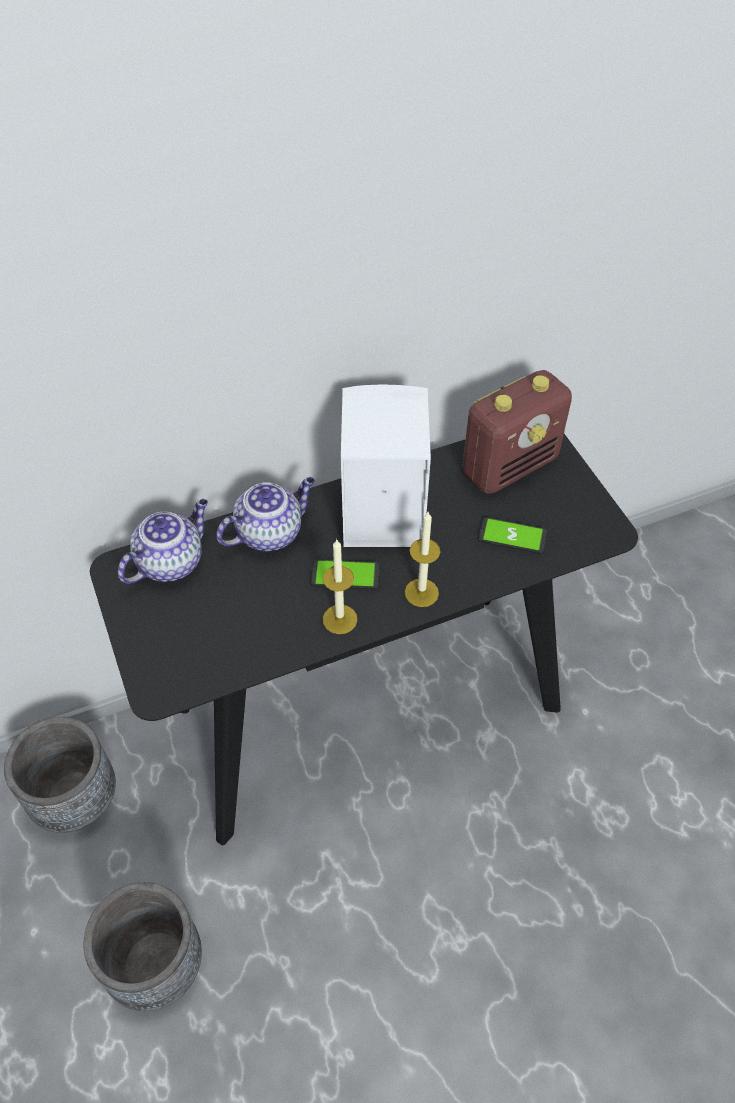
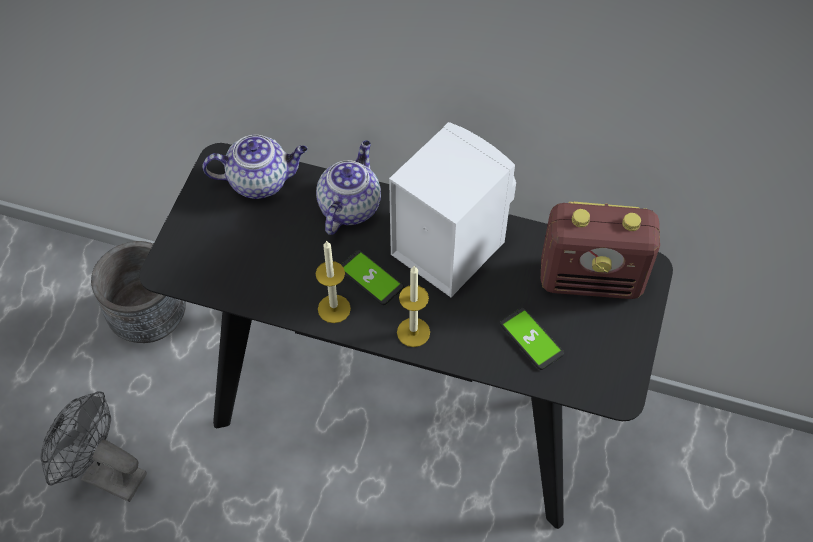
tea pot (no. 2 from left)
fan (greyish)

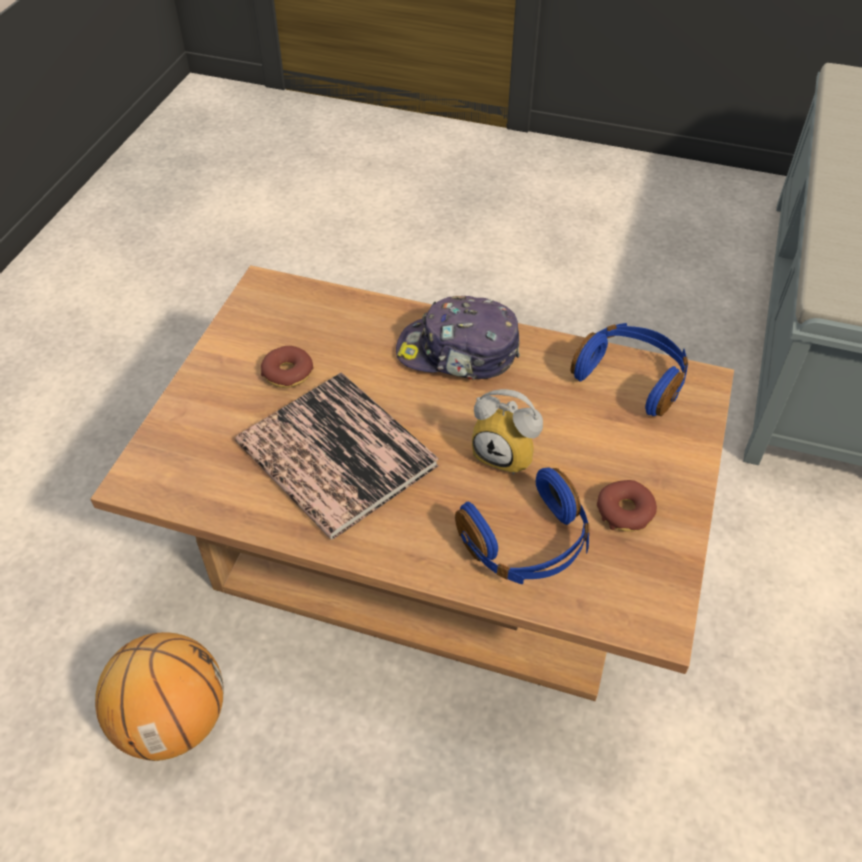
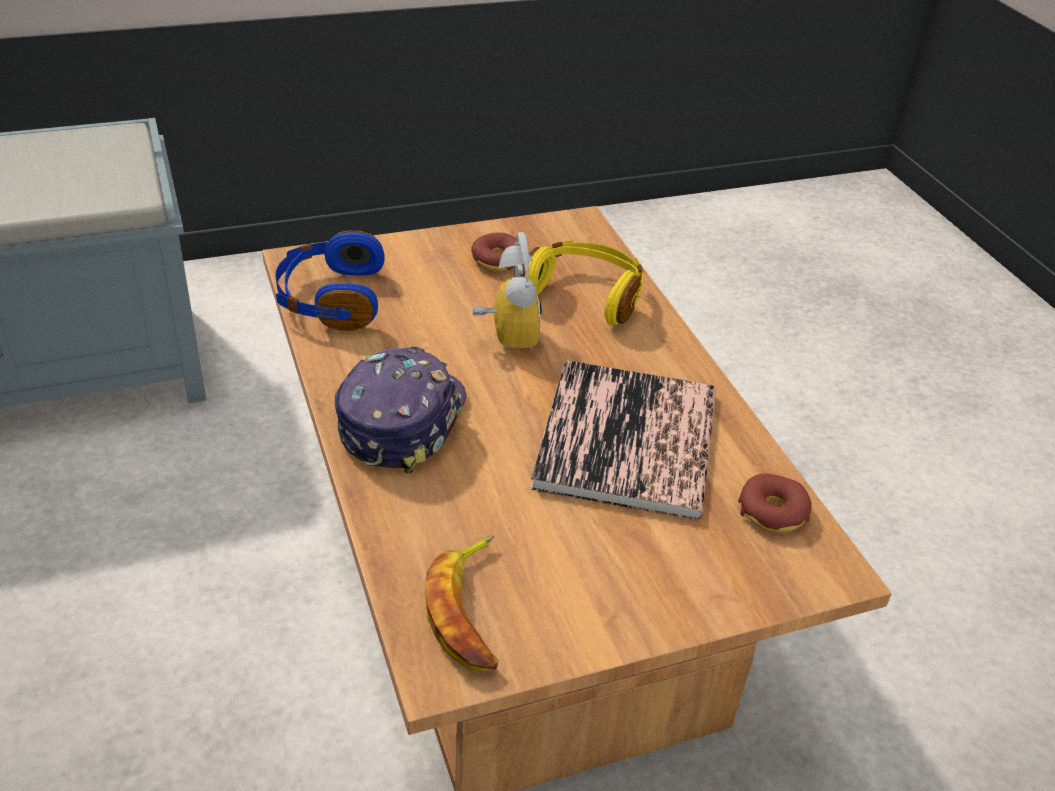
peaked cap
ring doughnut (no. 2 from left)
headphones (yellow-coloured)
ball for basketball
whole banana

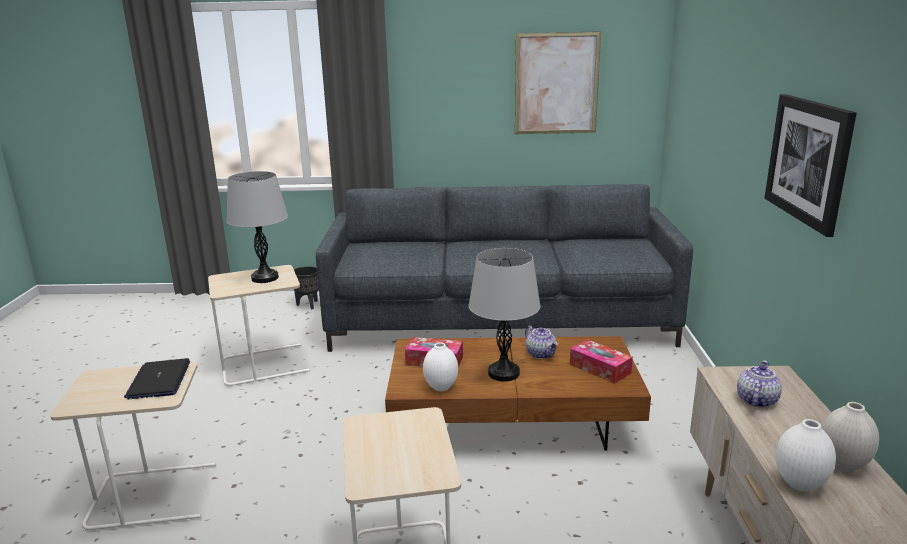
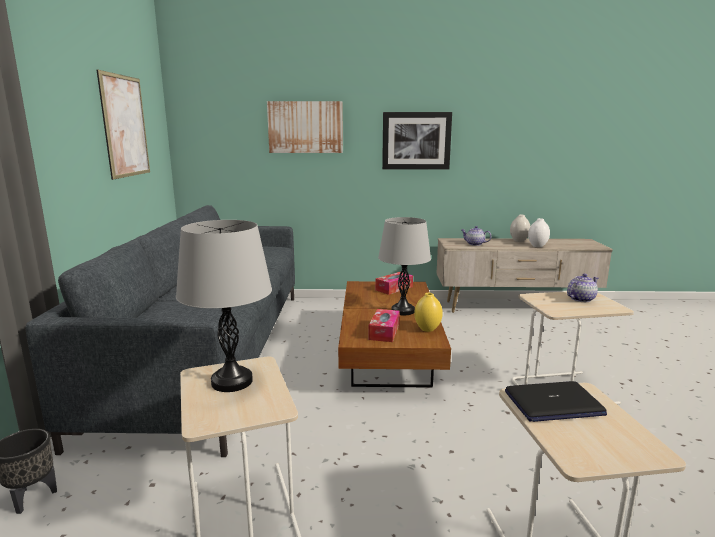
tea pot (no. 2 from left)
vase (yellow-coloured)
wall art (no. 2 from left)

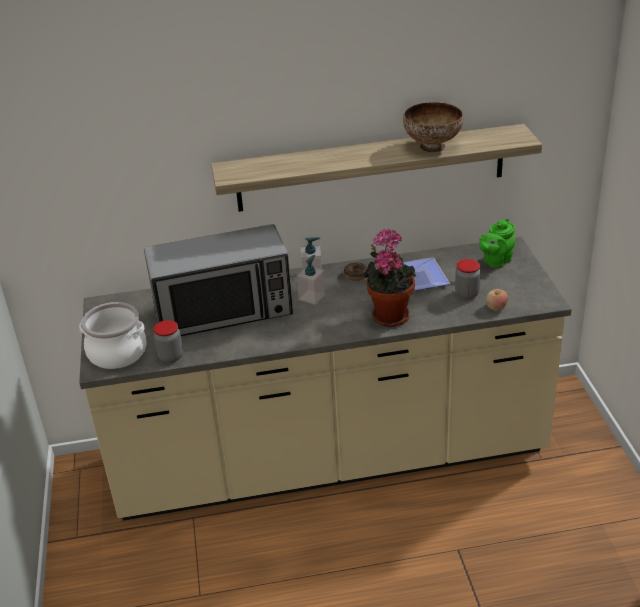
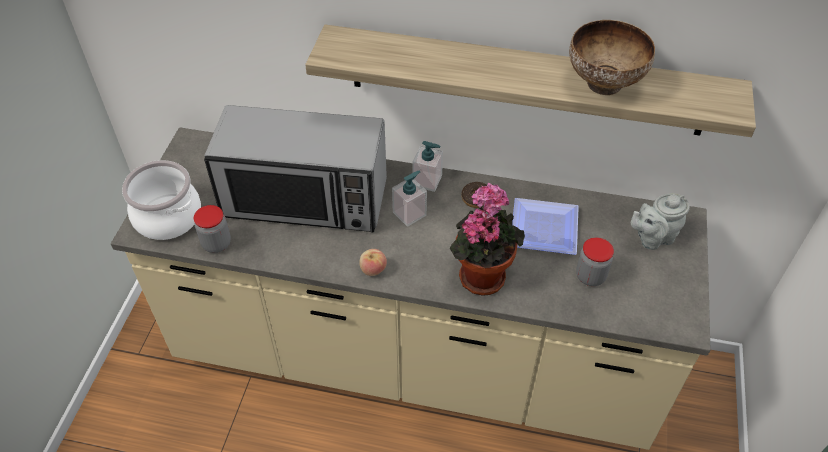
tea pot (greyish)
apple

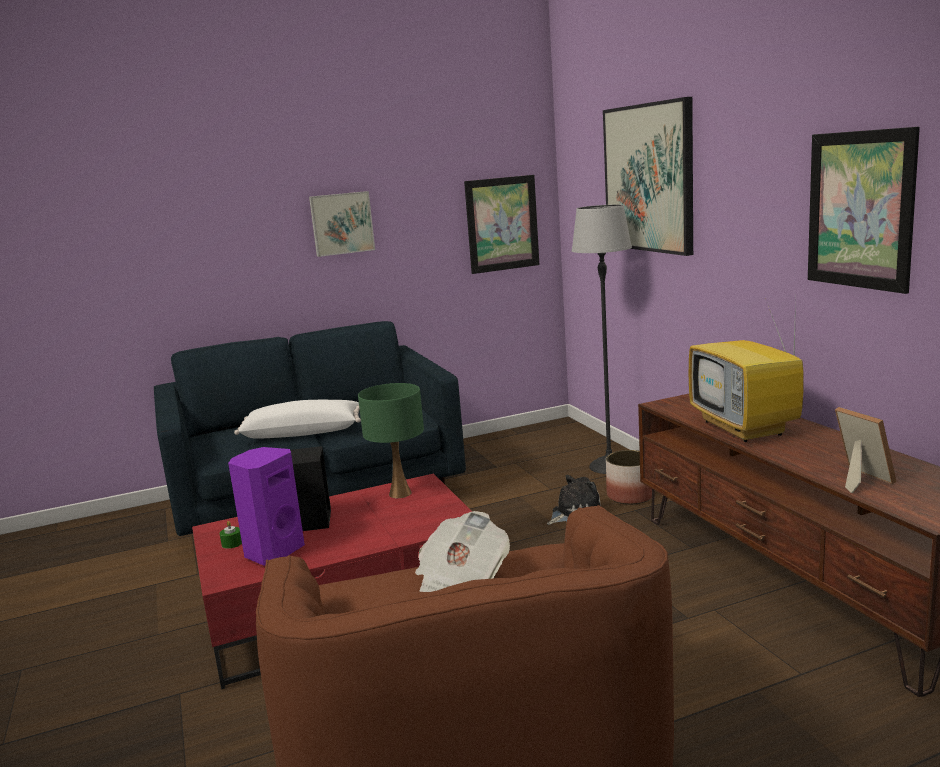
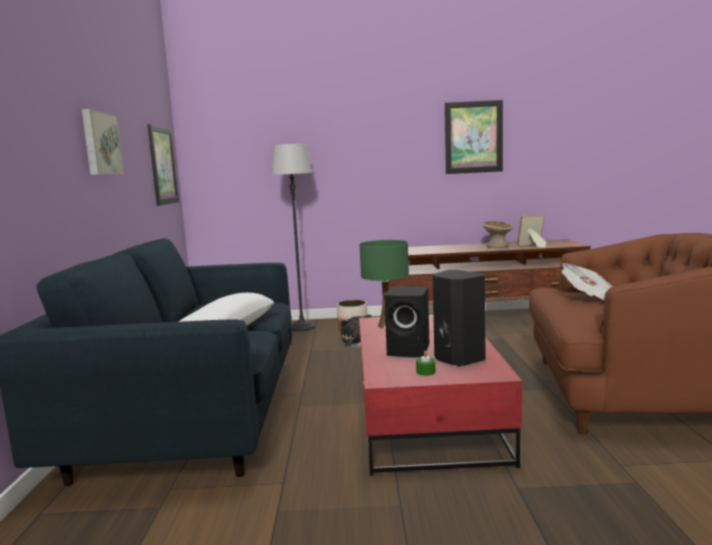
wall art (no. 3 from left in the first image)
television
audio speaker (blackish) (no. 2 from left)
deep dish (beige-coloured)

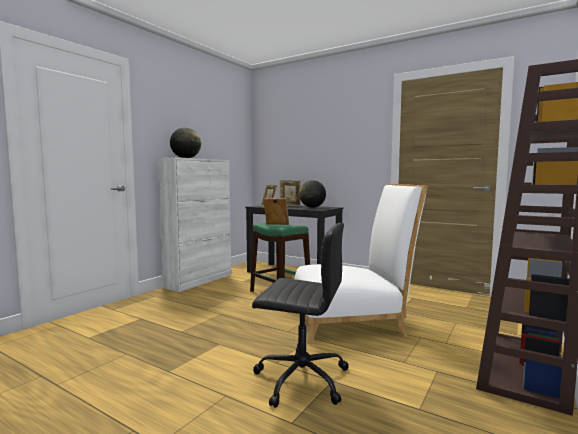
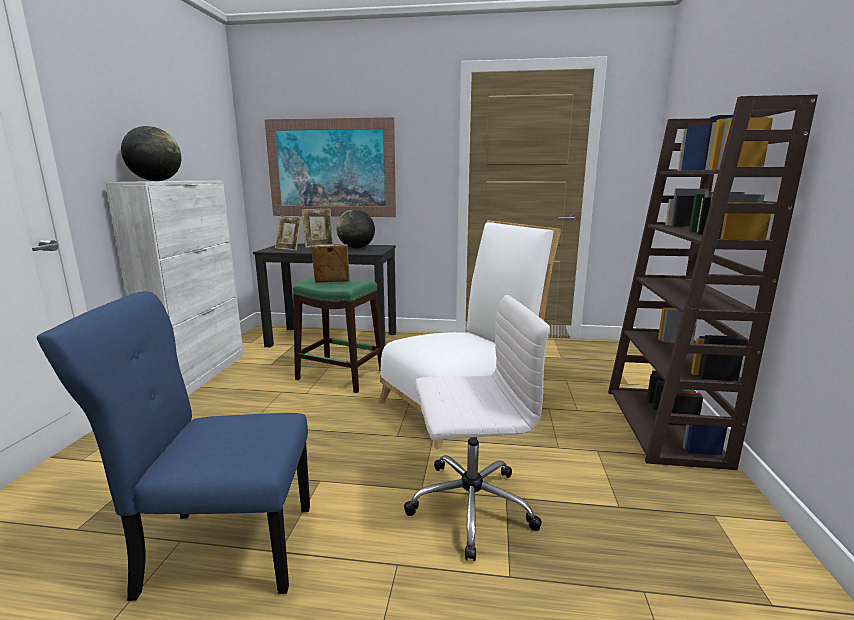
computer chair (white)
wall art
plain chair (bluish)

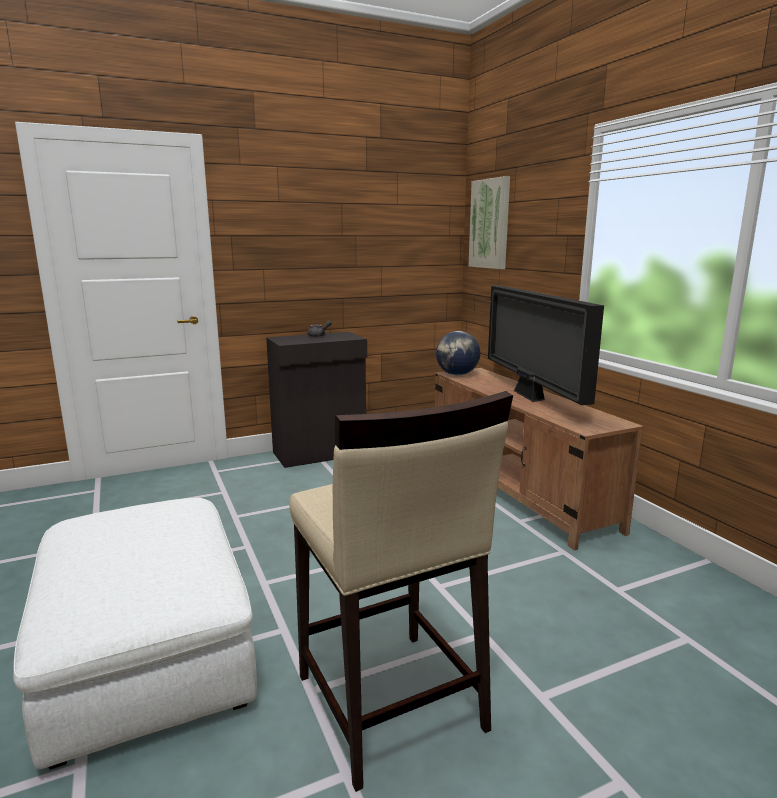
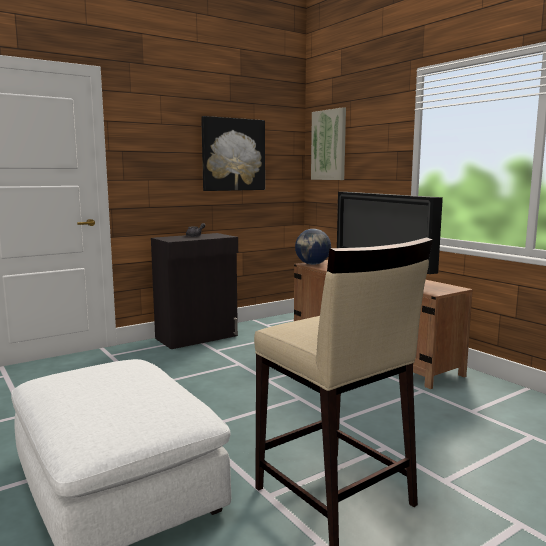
wall art (no. 1 from left)

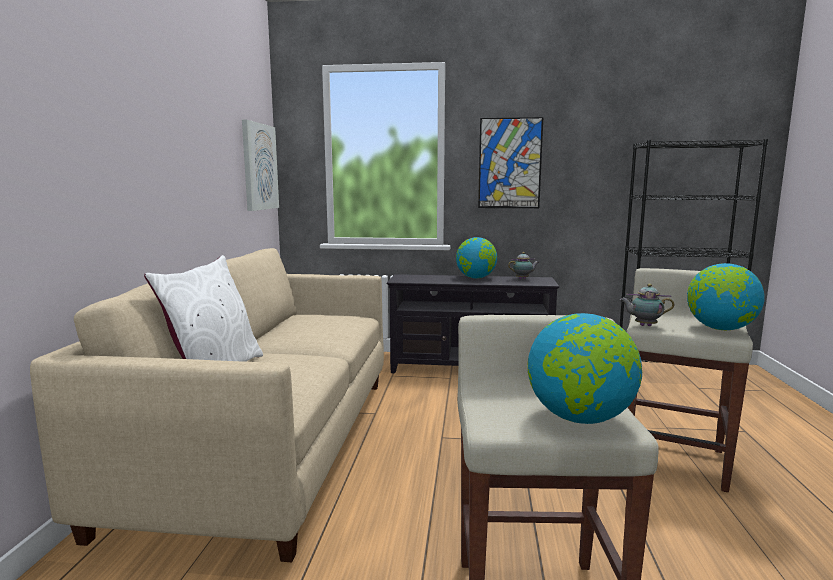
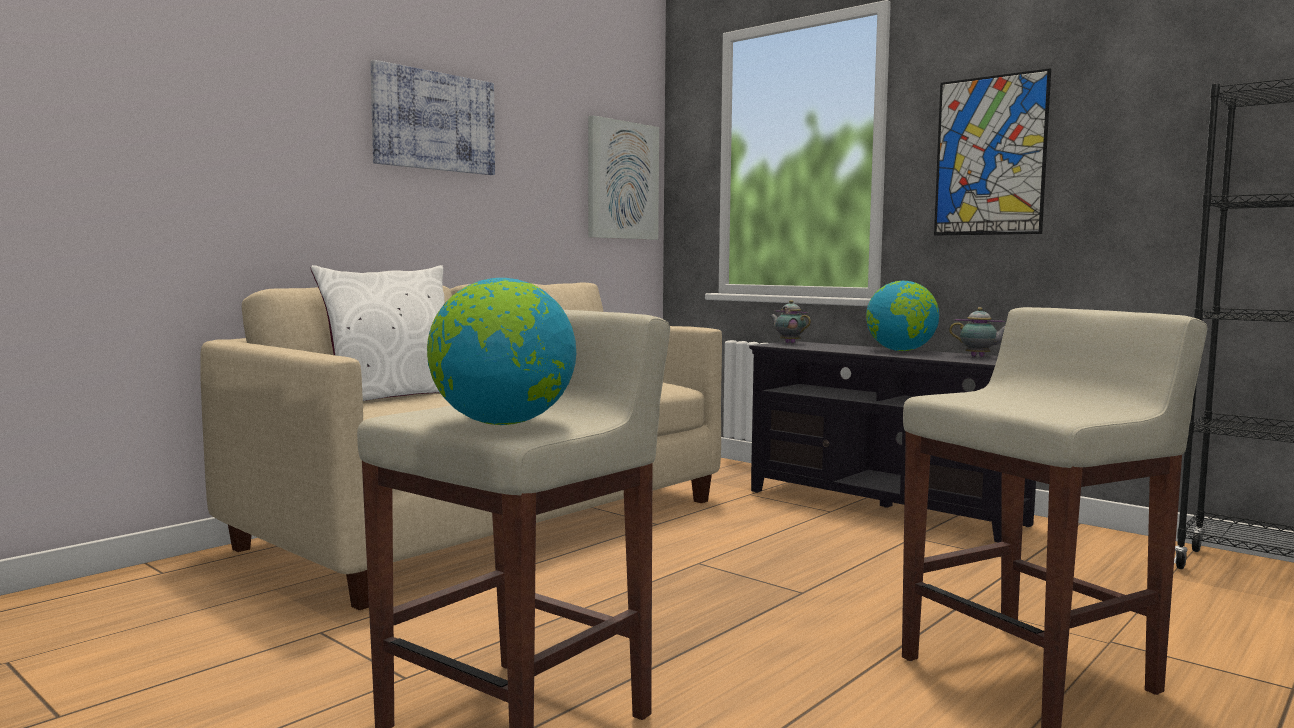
globe (no. 3 from left in the first image)
tea pot (no. 1 from left)
wall art (no. 1 from left)

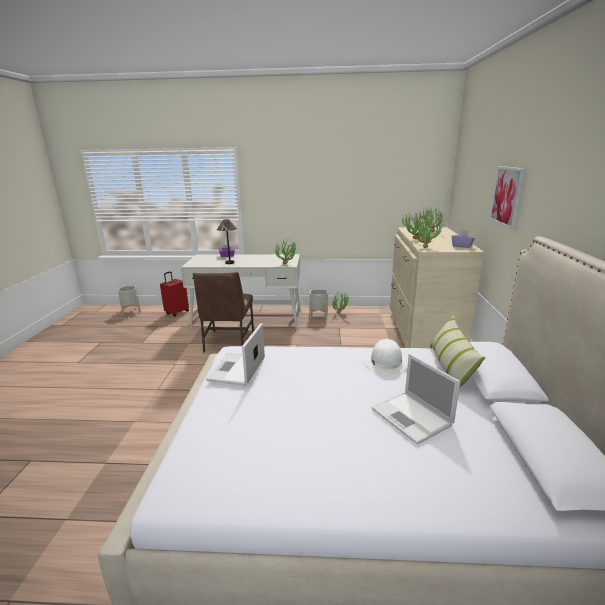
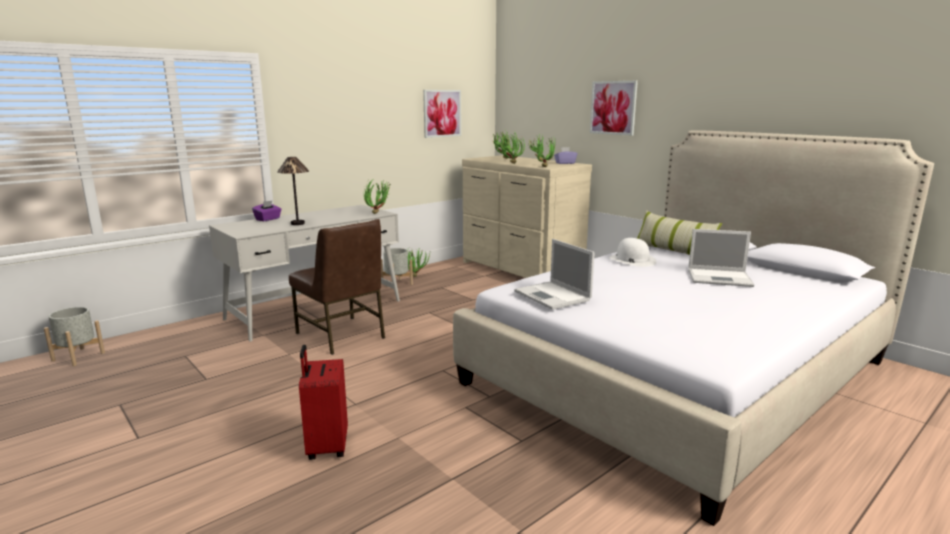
suitcase (red-coloured)
wall art (no. 1 from left)

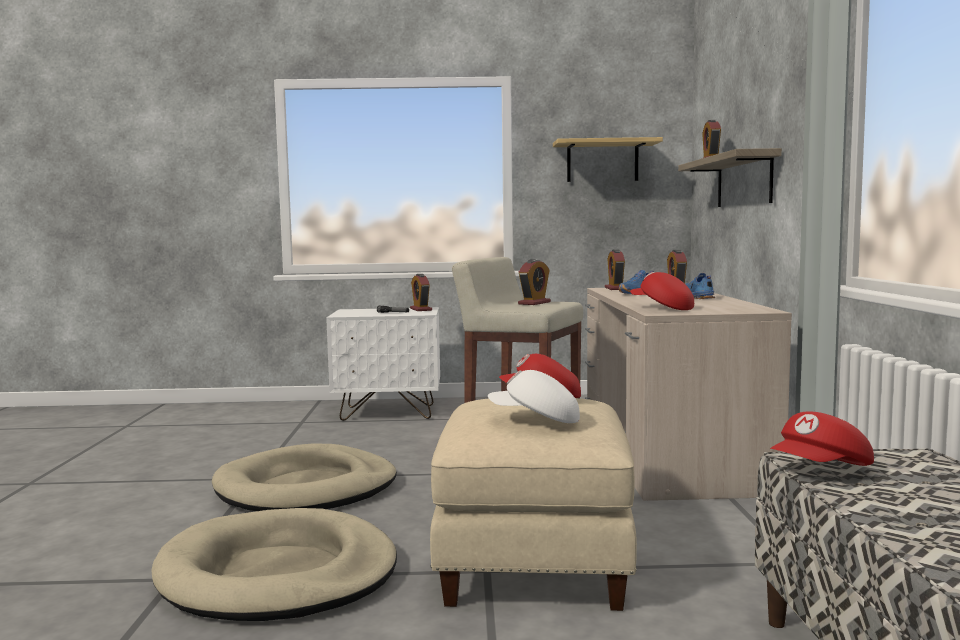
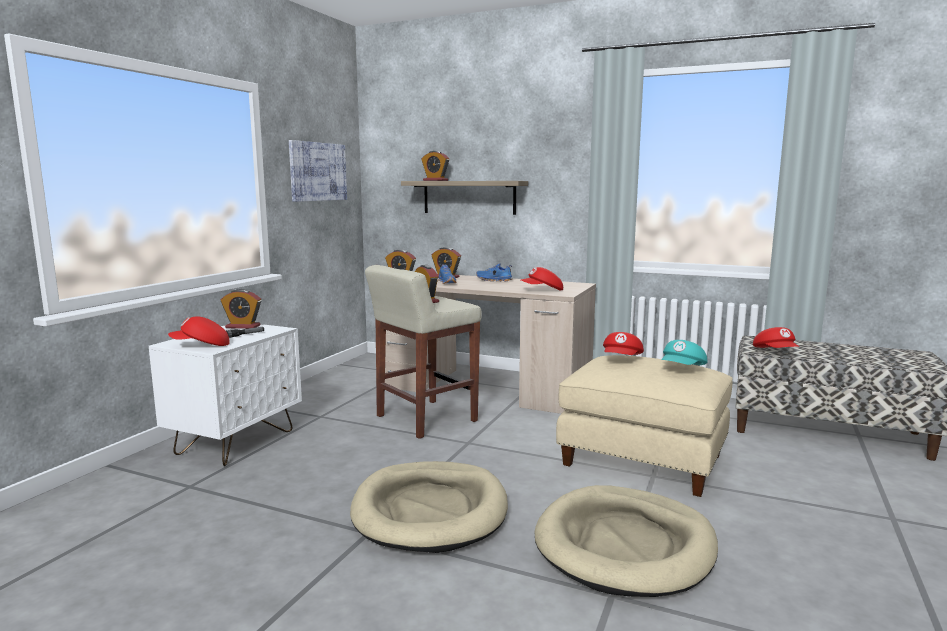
wall art
peaked cap (blue-green)
peaked cap (red-coloured) (no. 1 from left)

